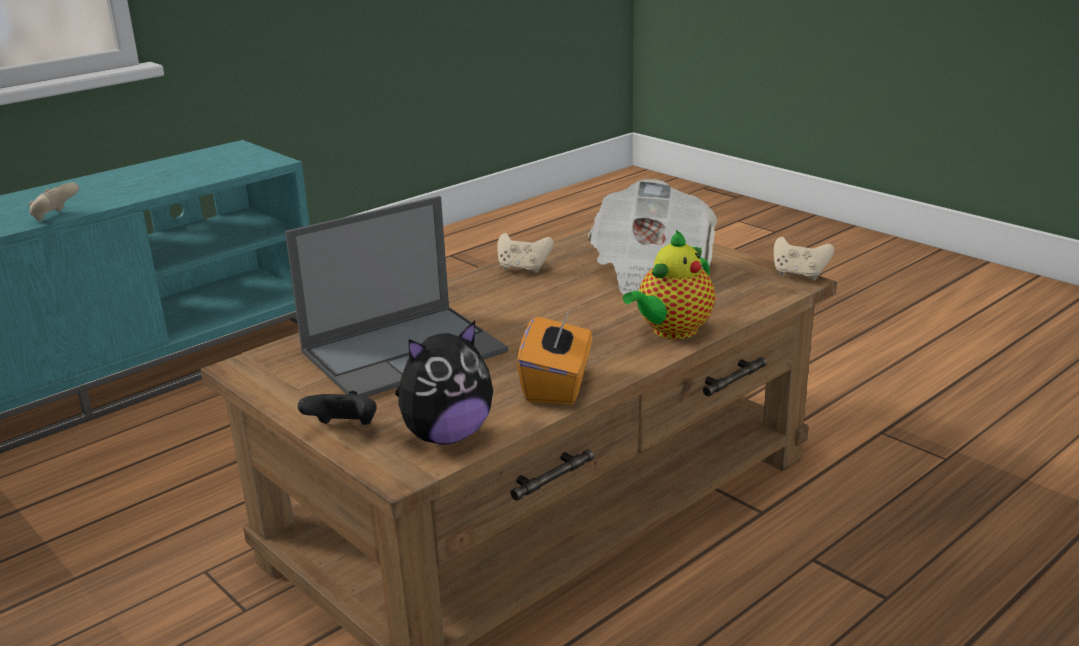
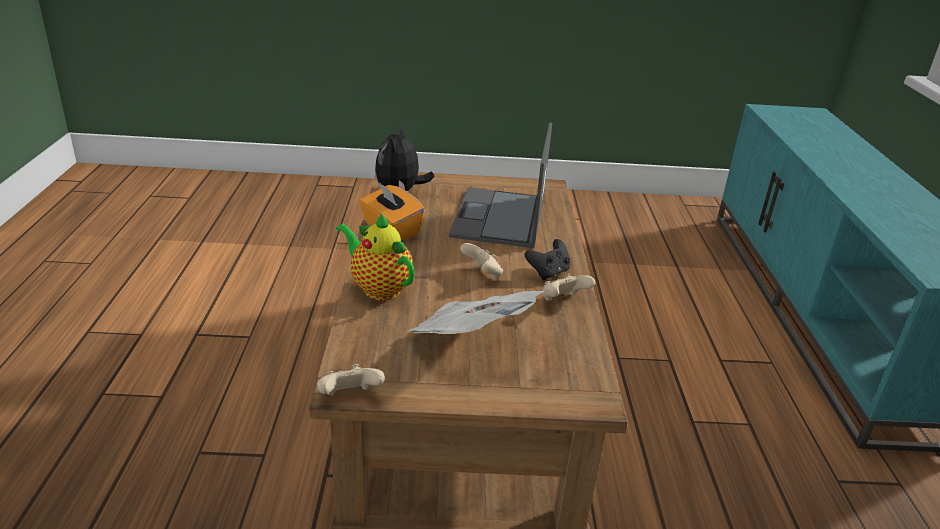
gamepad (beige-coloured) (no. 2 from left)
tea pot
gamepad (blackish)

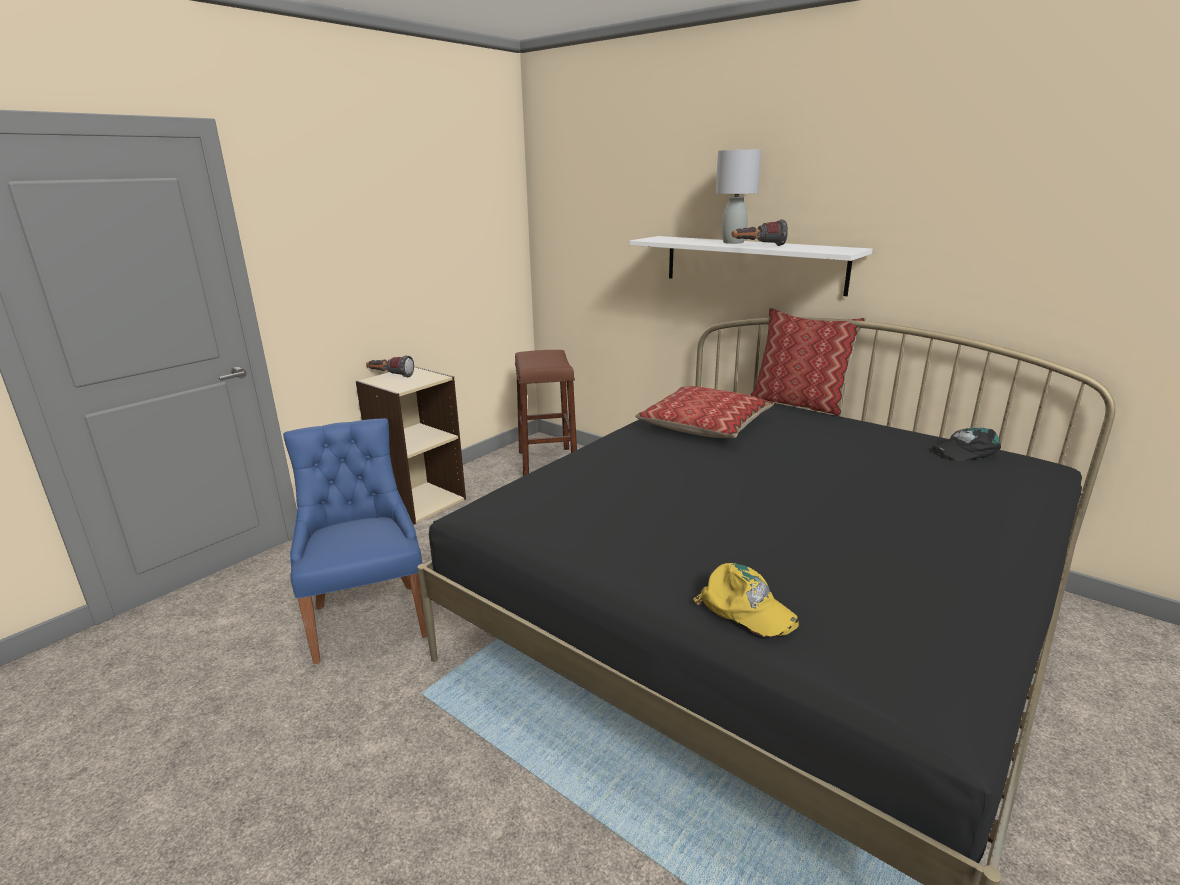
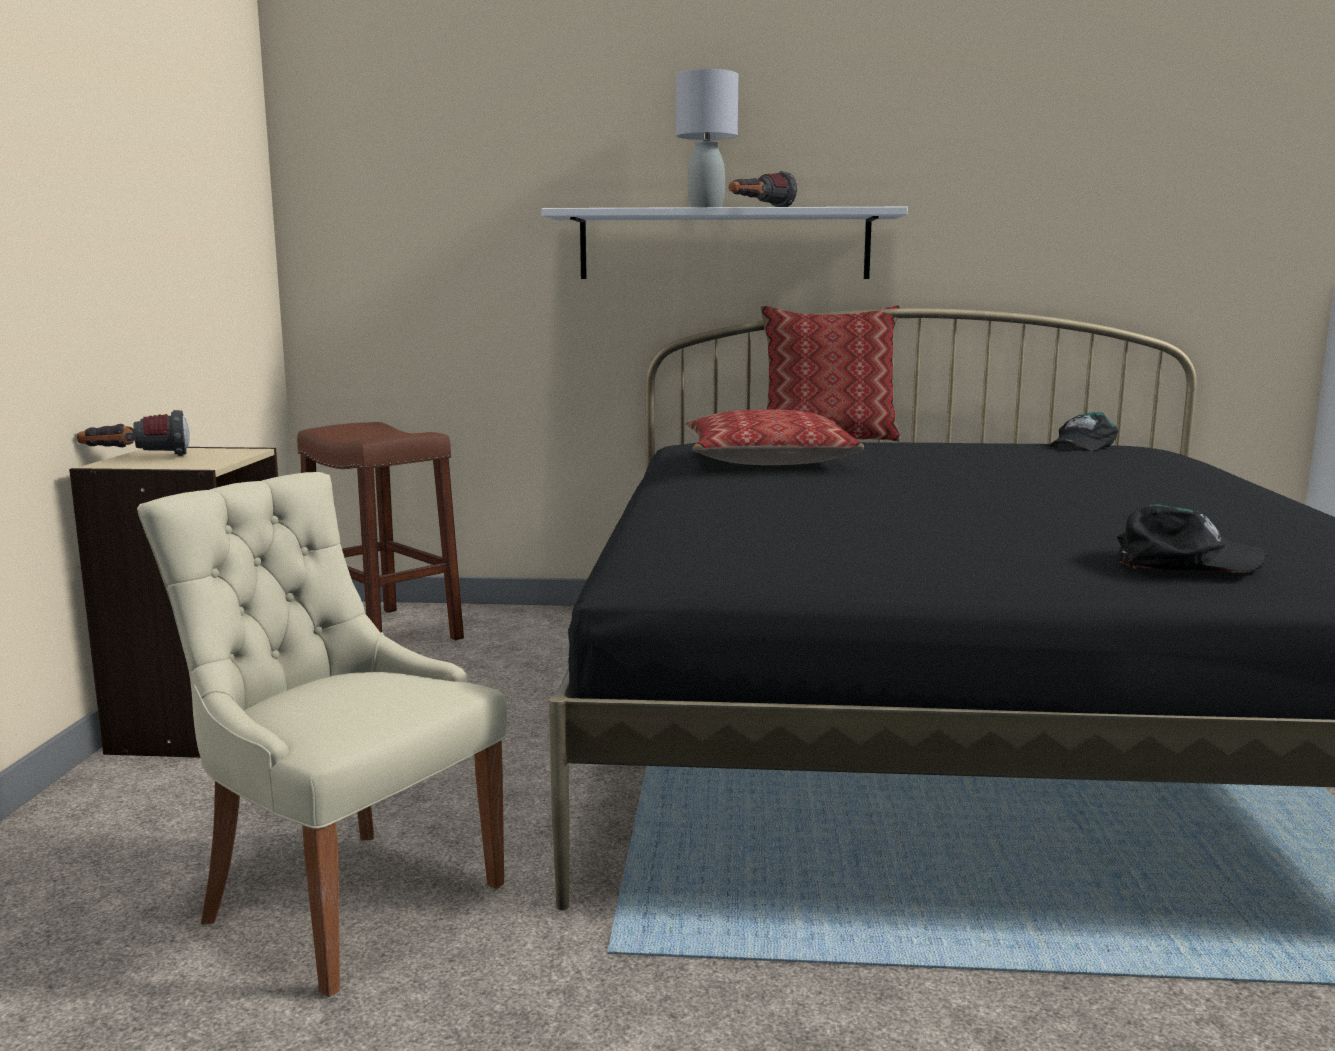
plain chair (beige-coloured)
peaked cap (blackish) (no. 2 from left)

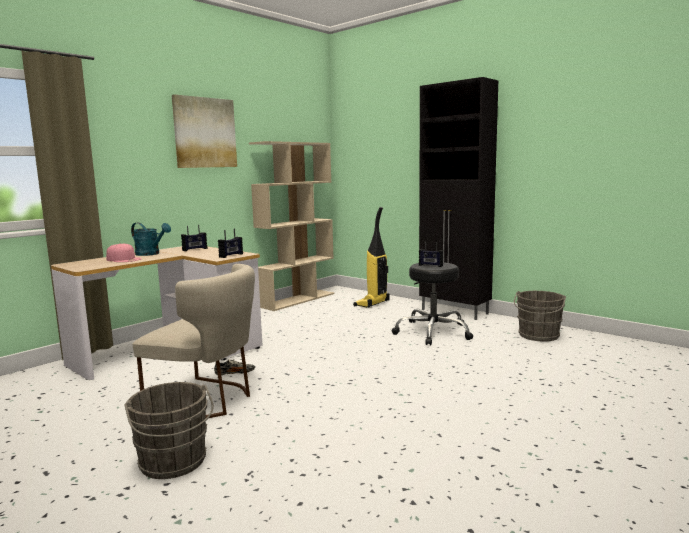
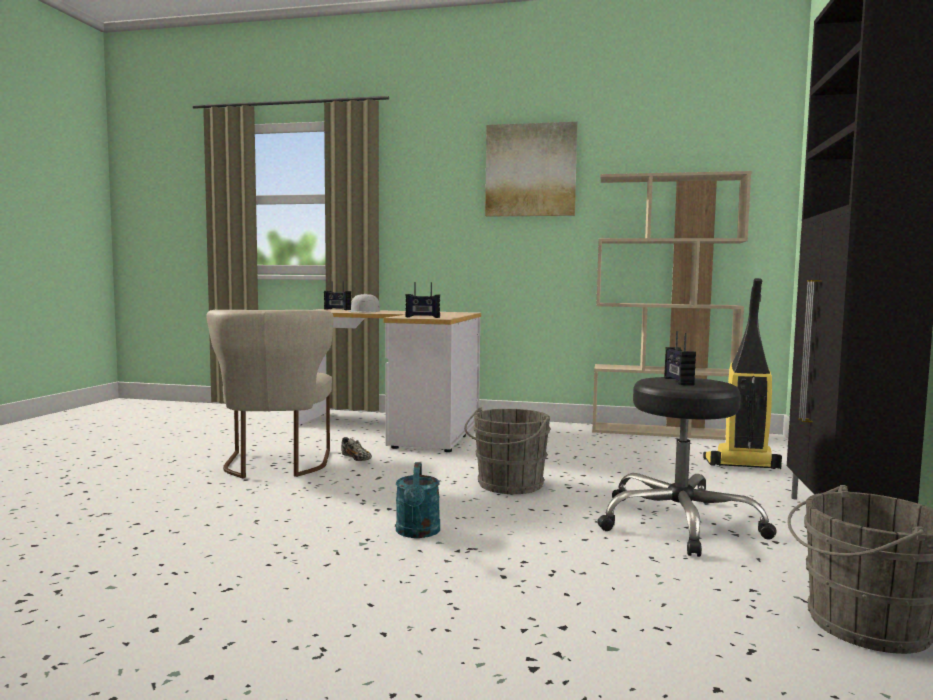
watering can (blue-green)
radio set (no. 1 from left)
peaked cap (white)
pail (greyish) (no. 1 from left)

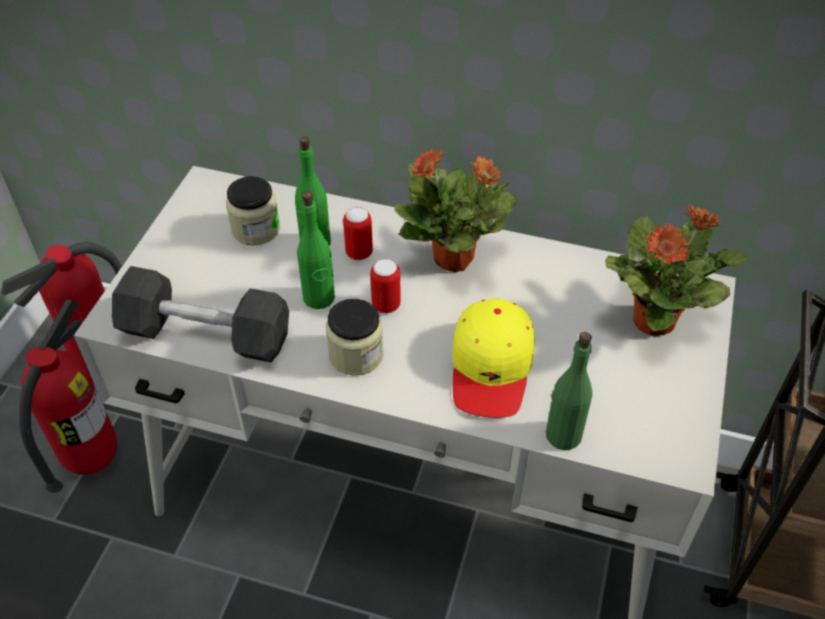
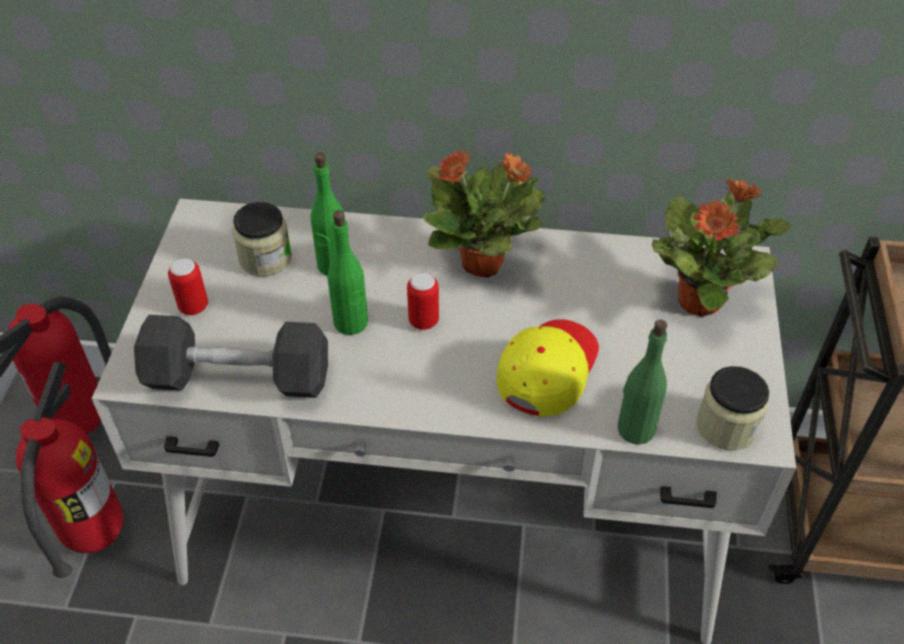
can (no. 1 from left)
peaked cap (yellow-coloured)
storage jar (no. 2 from left)

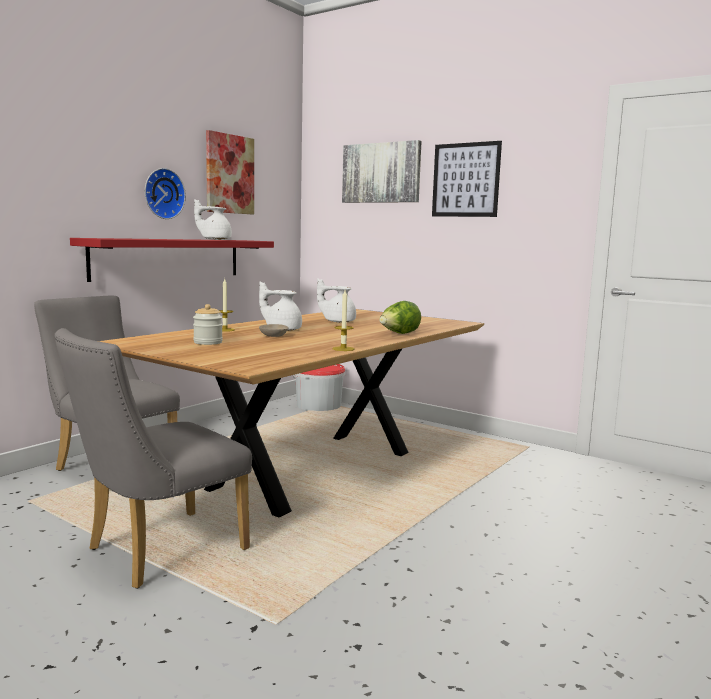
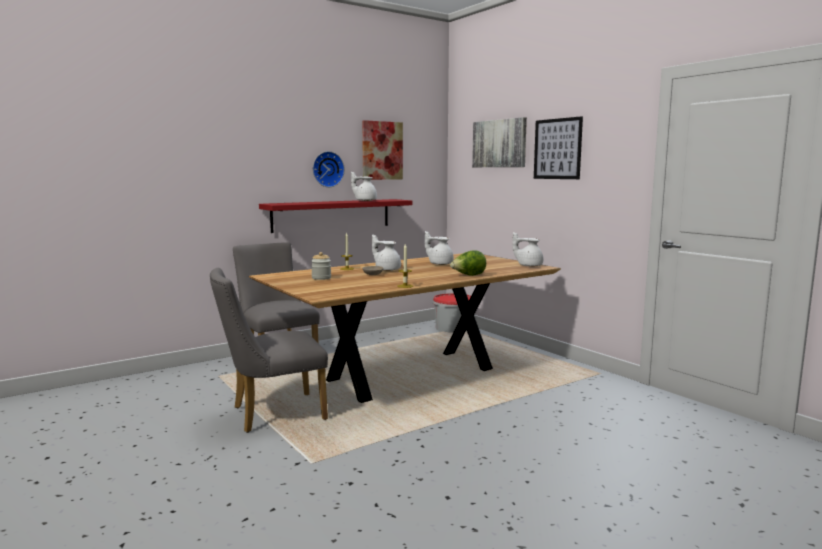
tea pot (white) (no. 4 from left)

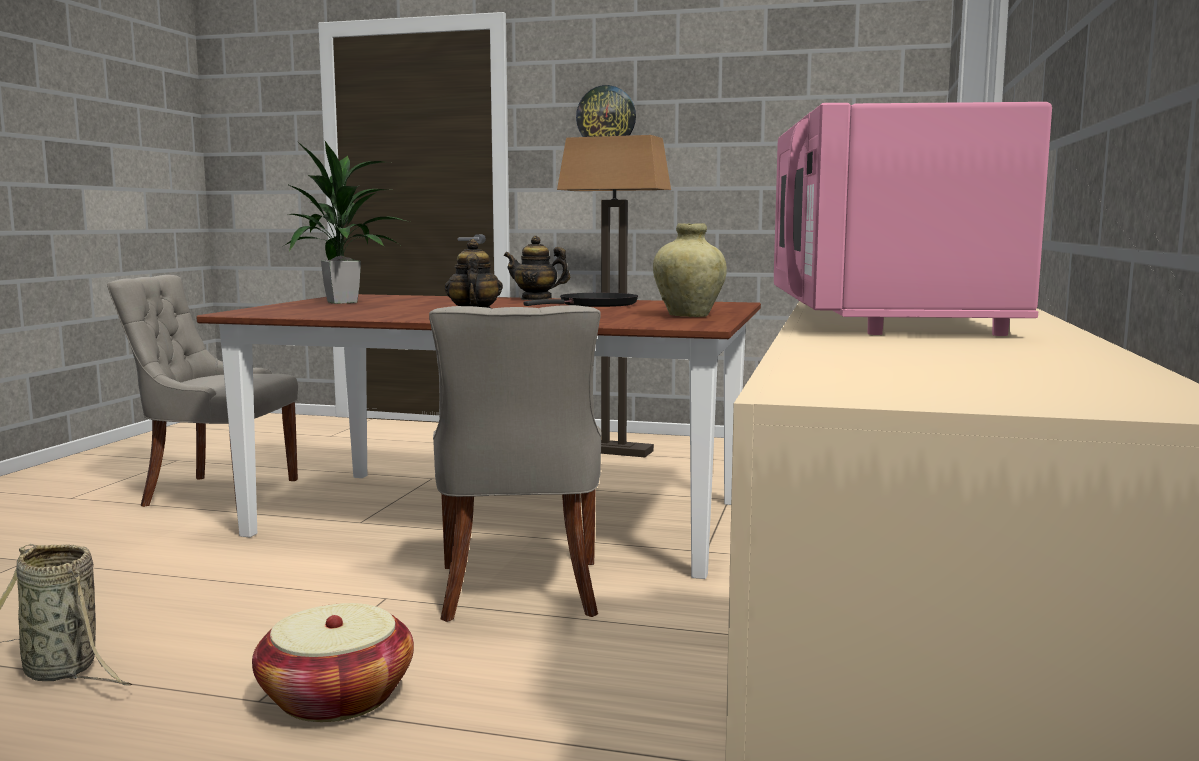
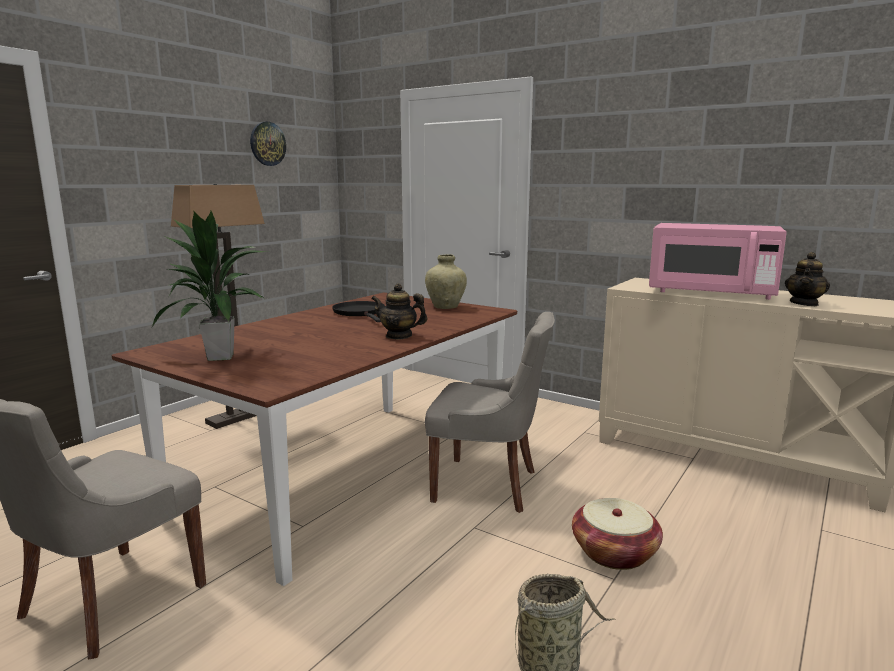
clock on the wall
tea pot (no. 2 from left)

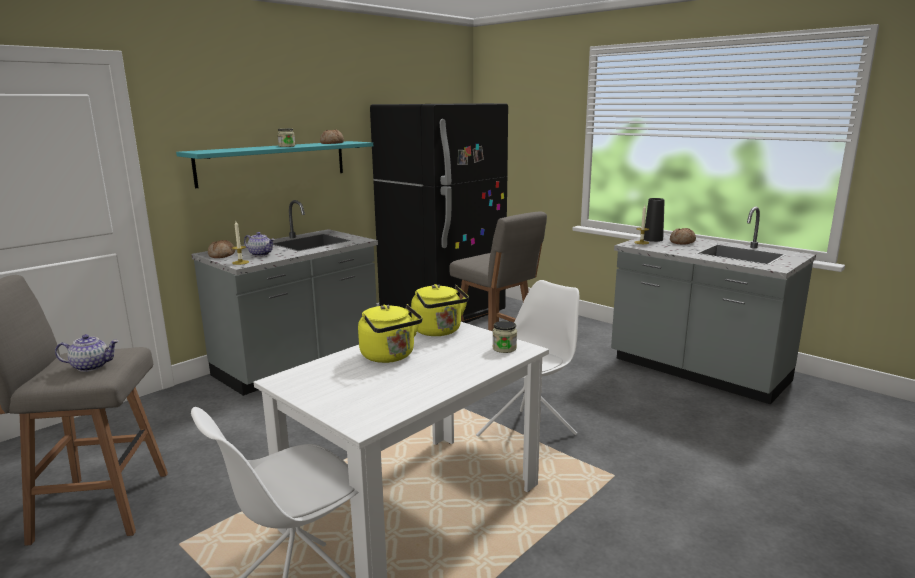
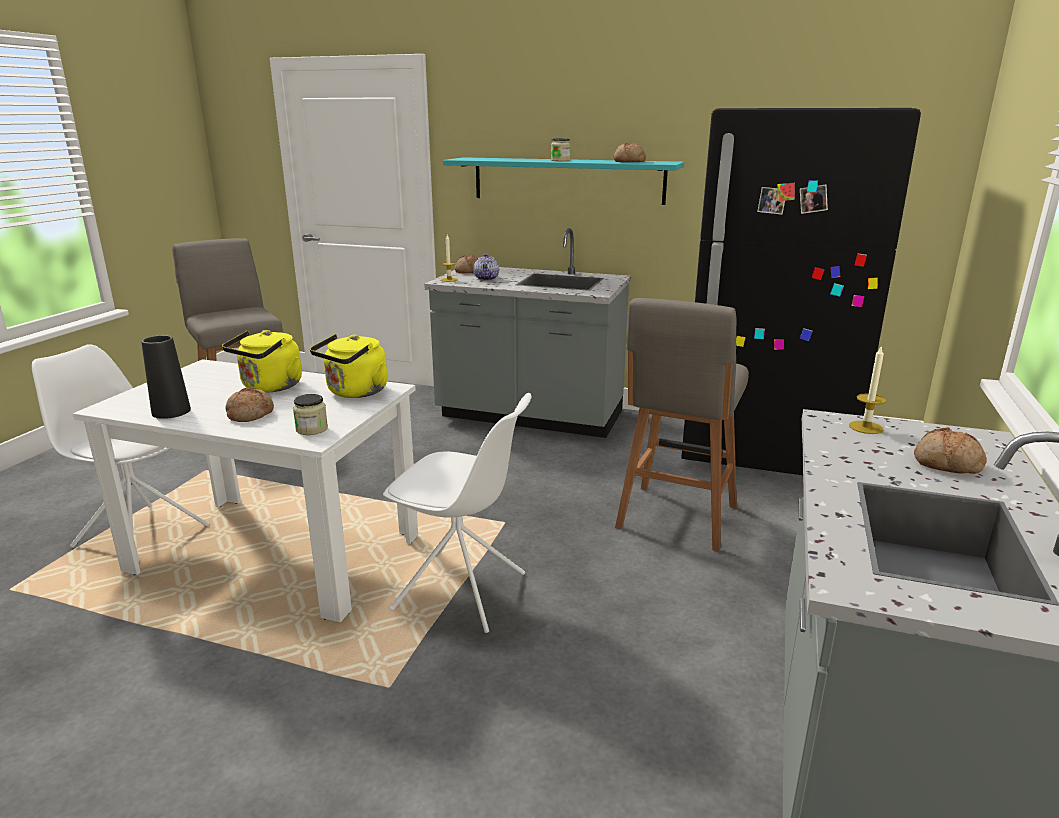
vase (blackish)
tea pot (no. 1 from left in the first image)
bread (no. 1 from left)

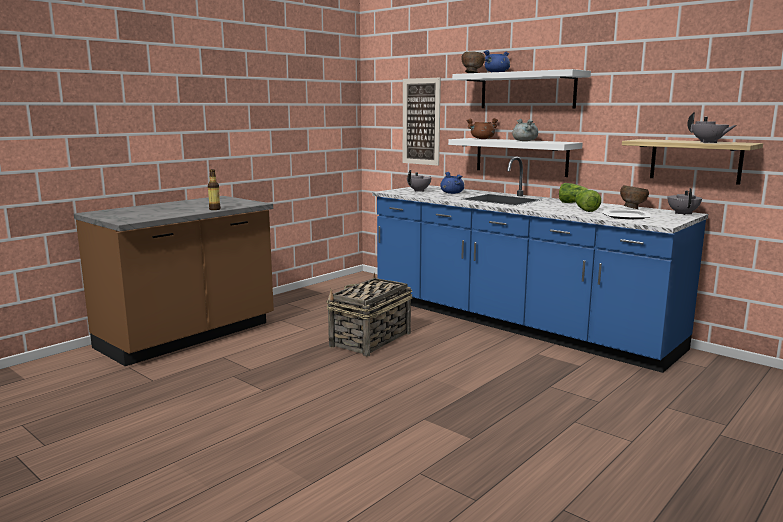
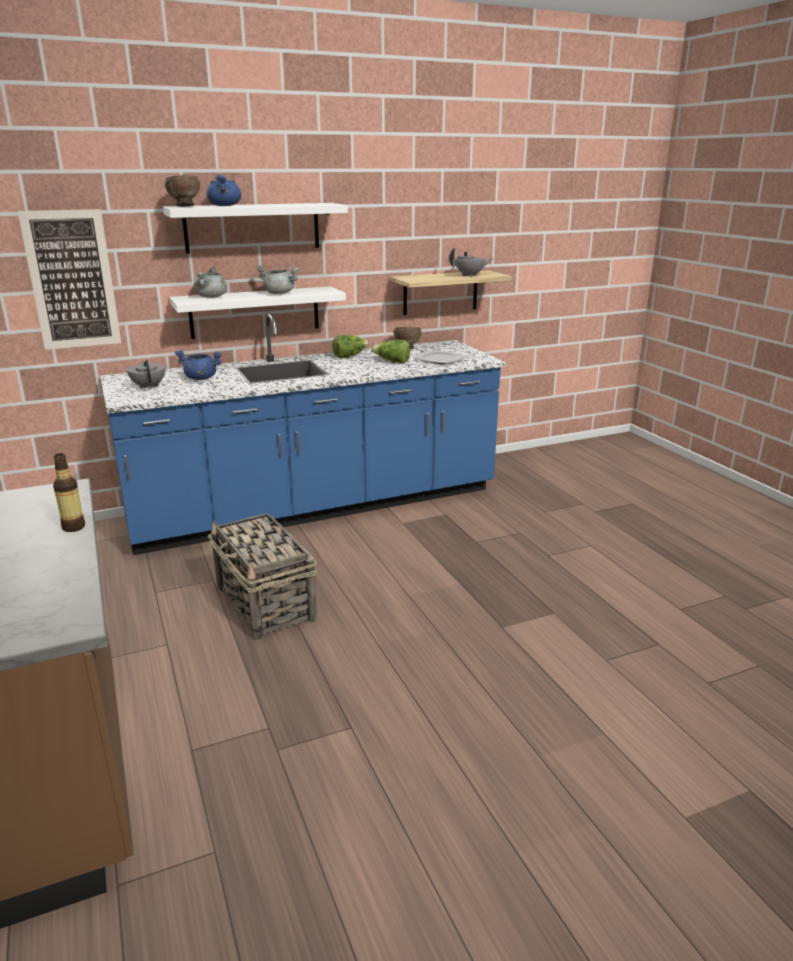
stockpot (greyish) (no. 1 from left)
tea pot (greyish) (no. 2 from left in the first image)

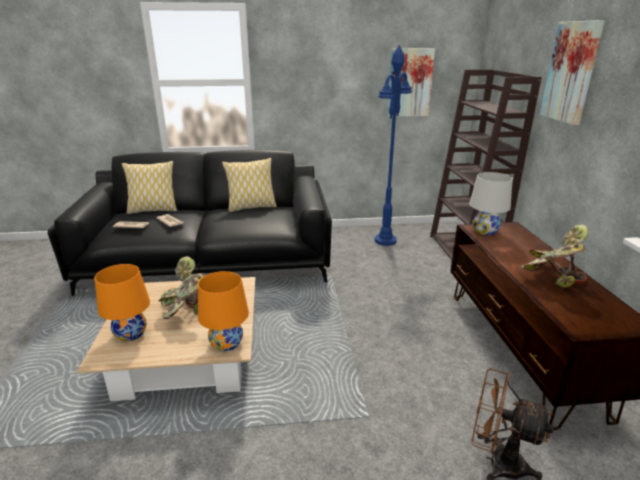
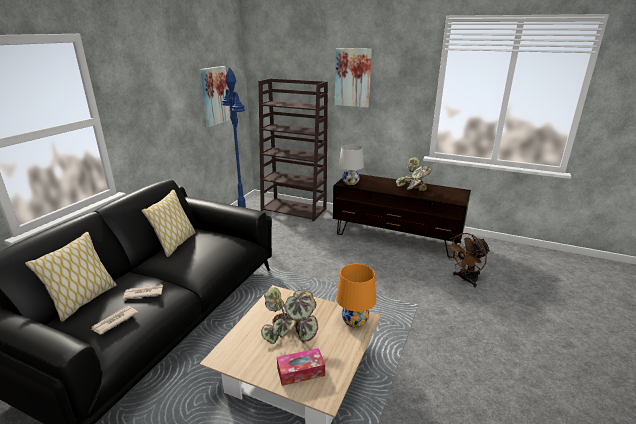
tissue holder

